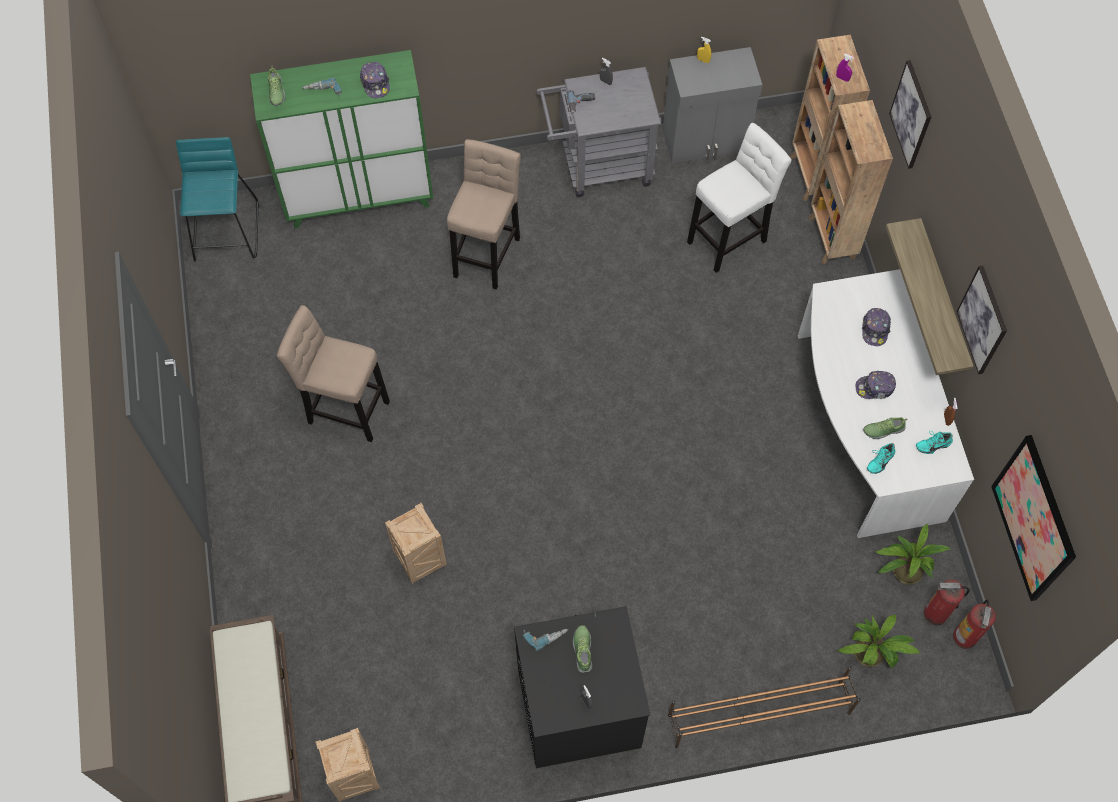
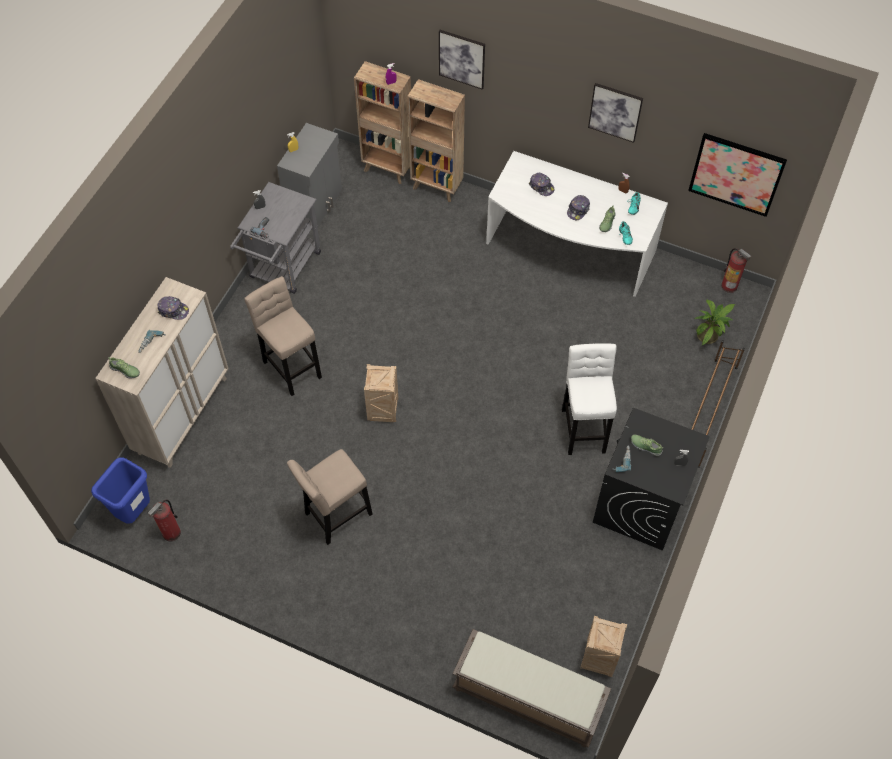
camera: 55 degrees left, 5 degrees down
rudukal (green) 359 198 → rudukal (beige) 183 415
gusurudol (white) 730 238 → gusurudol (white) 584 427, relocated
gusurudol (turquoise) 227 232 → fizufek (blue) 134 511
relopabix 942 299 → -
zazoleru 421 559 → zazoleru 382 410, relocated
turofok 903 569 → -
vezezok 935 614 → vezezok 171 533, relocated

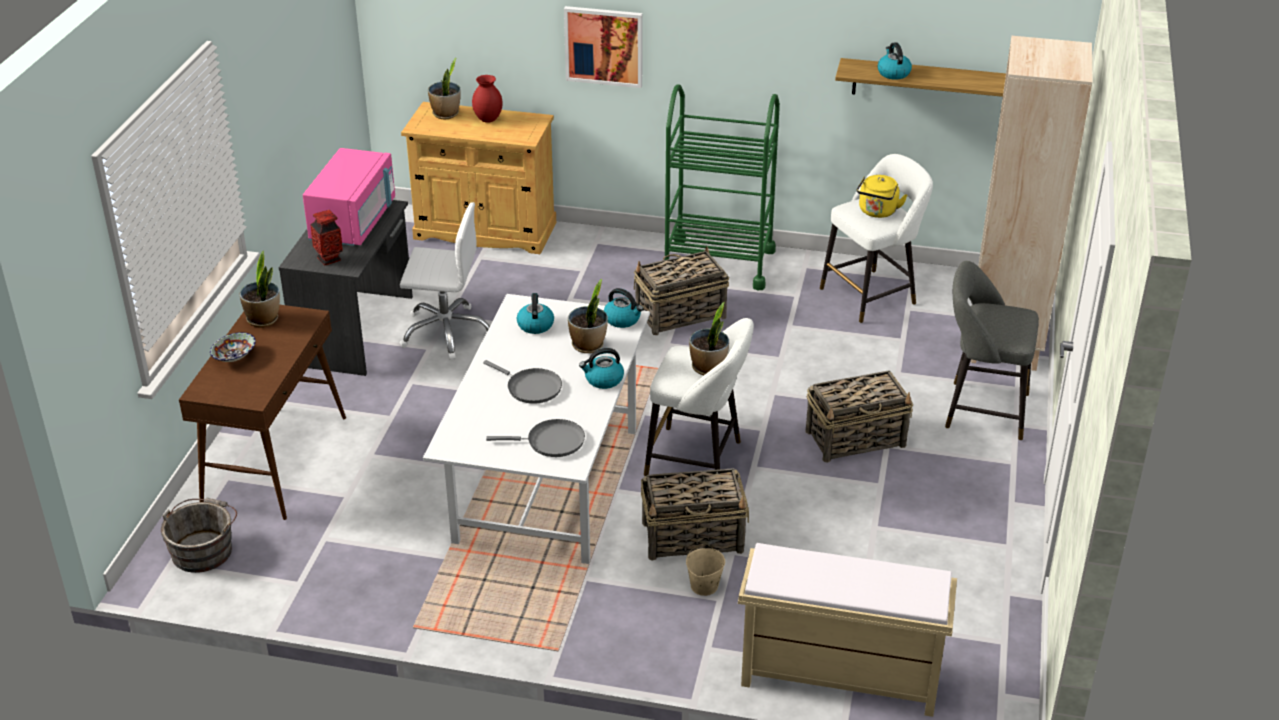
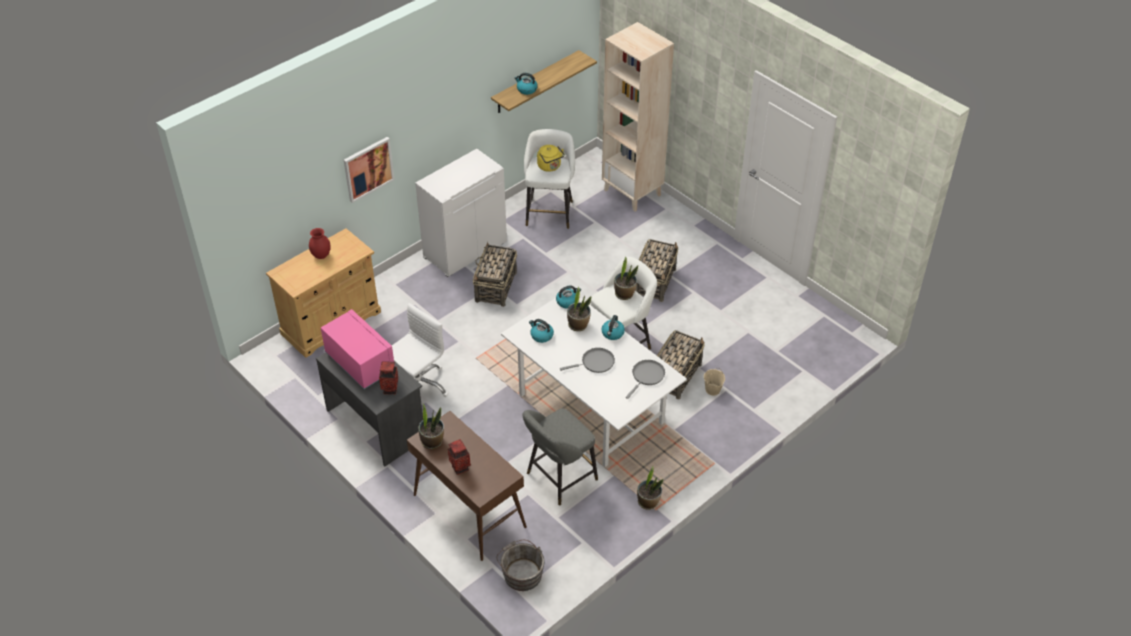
camera: 55 degrees left, 10 degrees up
turofok 446 114 → turofok 648 502, relocated
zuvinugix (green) 718 263 → rudukal (white) 465 249
gusurudol (grey) 980 410 → gusurudol (grey) 559 478, relocated
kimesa 235 357 → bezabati 460 468
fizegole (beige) 838 676 → -

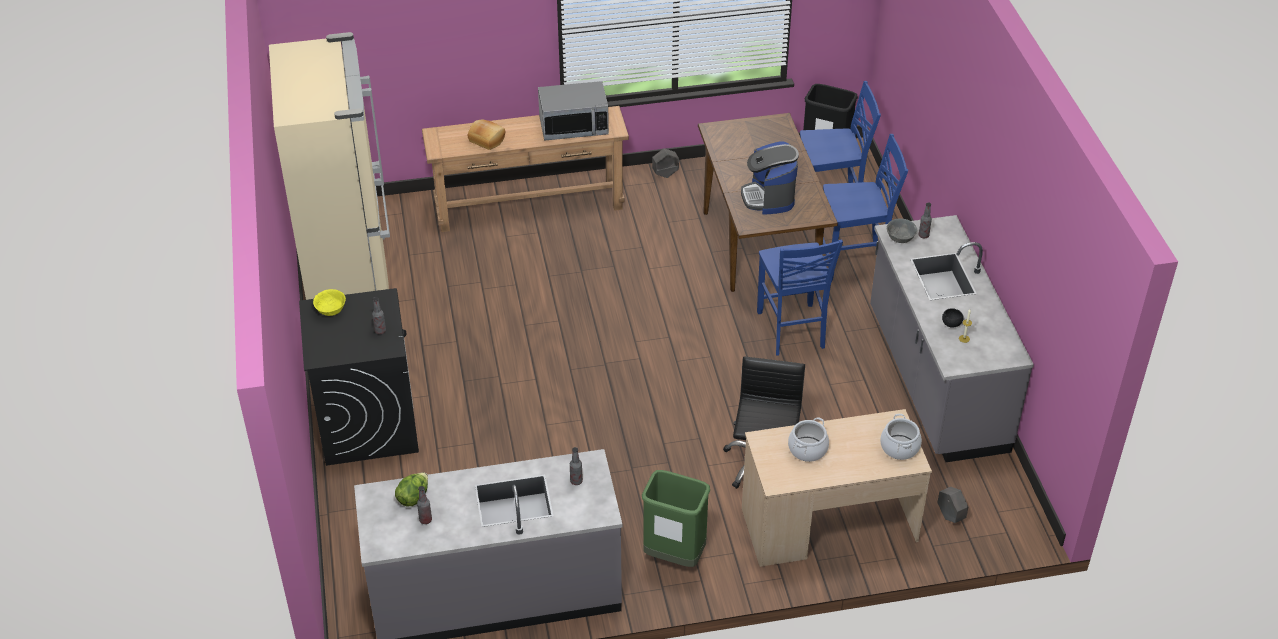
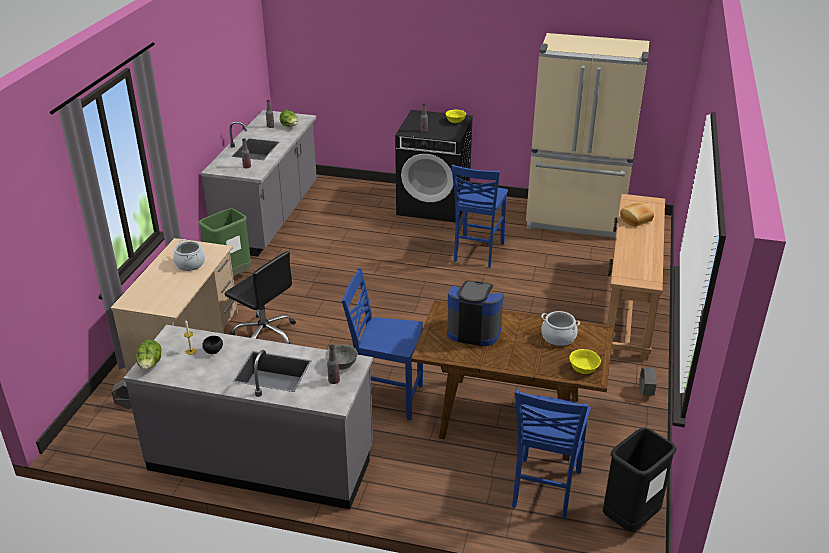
camera: 115 degrees right, 10 degrees down
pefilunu 573 126 → -
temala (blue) 854 262 → temala (blue) 477 252, relocated
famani 899 447 → famani 558 337, relocated
- → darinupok 150 365
- → kimesa (yellow) 583 369

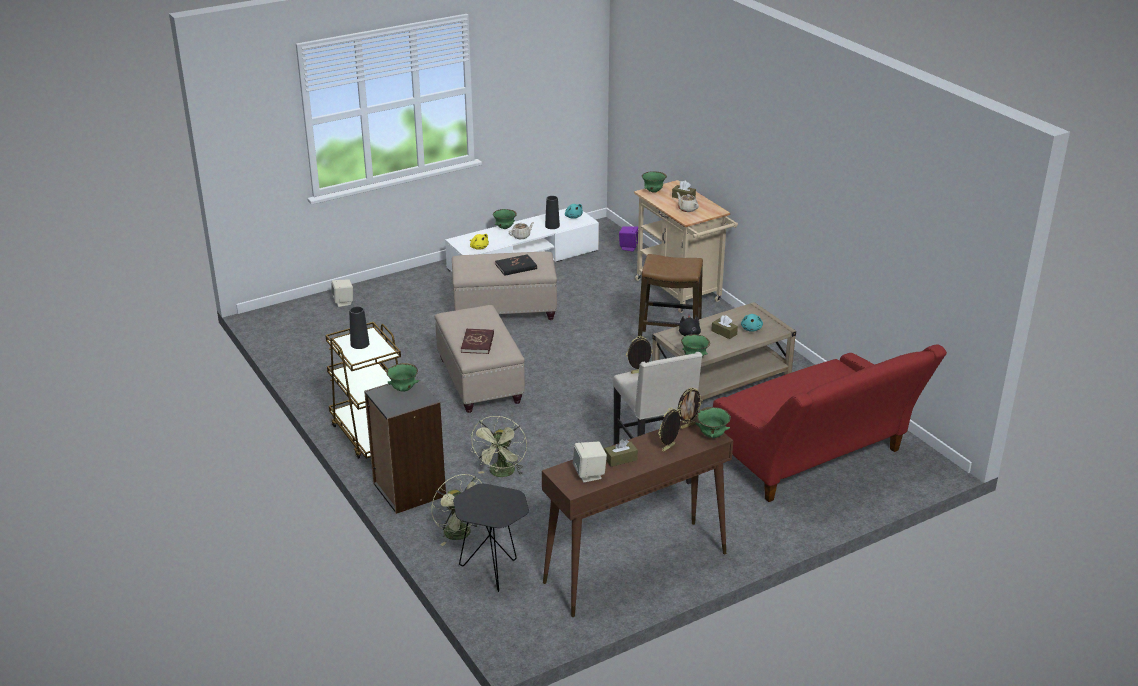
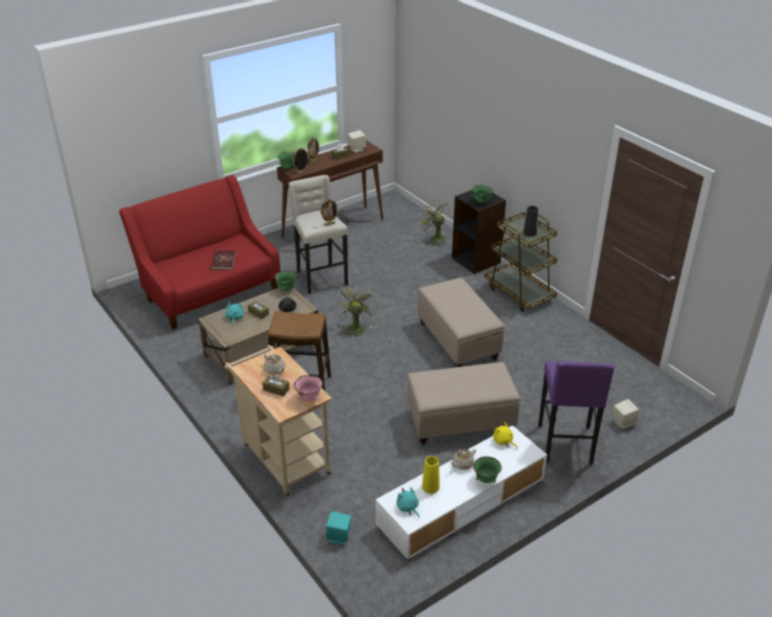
camera: 175 degrees right, 5 degrees up
kimesa (green) 653 191 → kimesa (pink) 309 398
bezabati (black) 552 226 → bezabati (yellow) 430 487
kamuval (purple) 628 247 → kamuval (turquoise) 339 536
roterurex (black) 516 267 → -
roterurex (red) 477 343 → roterurex (red) 223 261, relocated
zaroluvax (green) 501 474 → zaroluvax (green) 356 327, relocated
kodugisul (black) 493 572 → -
- → gusurudol (purple) 566 446

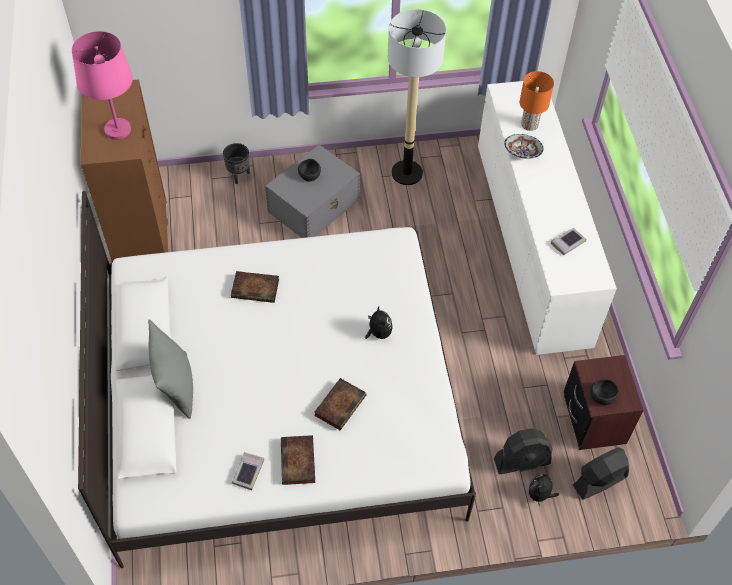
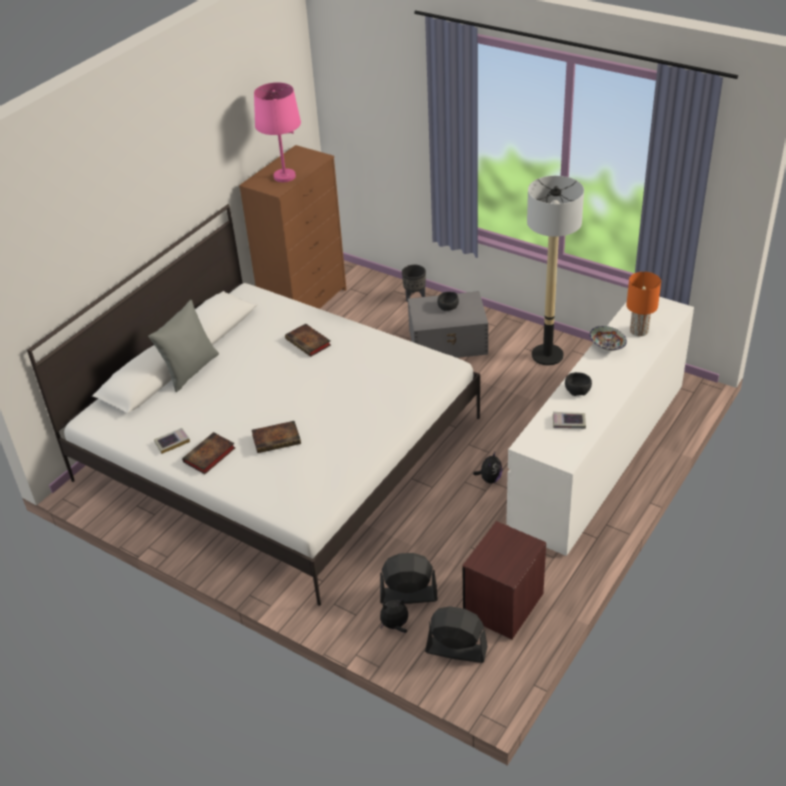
camera: 45 degrees right, 15 degrees down
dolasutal 378 333 → dolasutal 489 479, relocated
kimesa (black) 601 396 → kimesa (black) 577 390, relocated
zaroluvax (black) 522 461 → zaroluvax (black) 408 595, 150 degrees clockwise

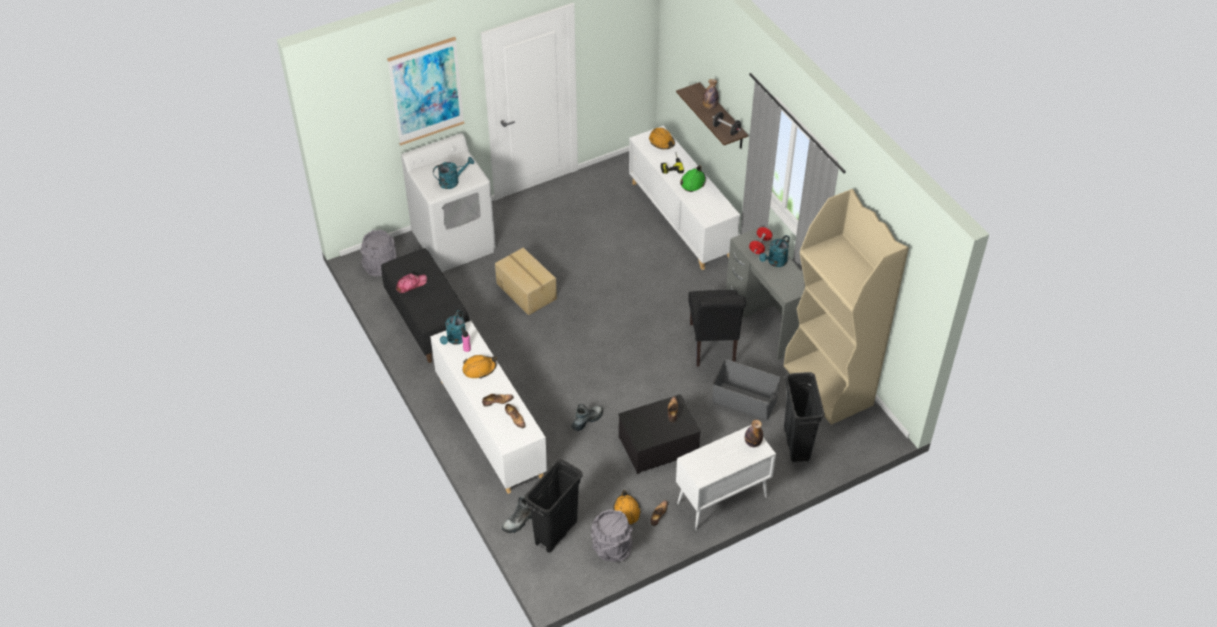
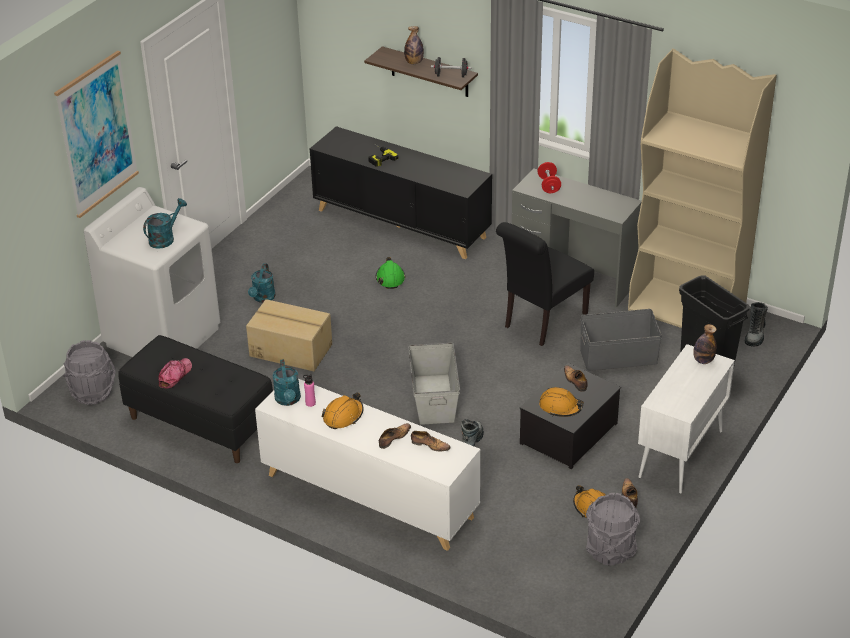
camera: 30 degrees left, 10 degrees down
rudukal (white) 681 220 → rudukal (black) 402 224
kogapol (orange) 662 142 → kogapol (orange) 560 407, relocated
kogapol (green) 693 182 → kogapol (green) 390 278, relocated
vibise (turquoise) 775 262 → vibise (turquoise) 263 298, relocated
temala (black) 713 347 → temala (black) 541 322, 75 degrees clockwise
fizufek (black) 556 533 → -
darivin 520 521 → darivin 755 334, relocated
- → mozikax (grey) 433 399

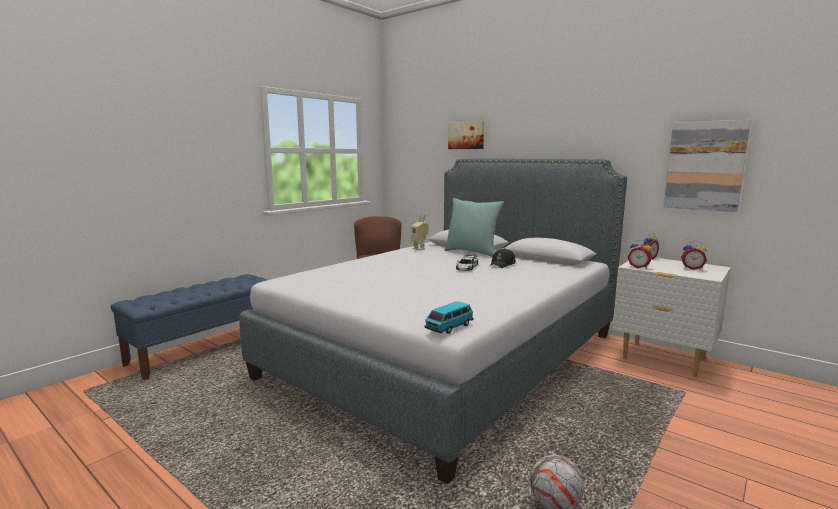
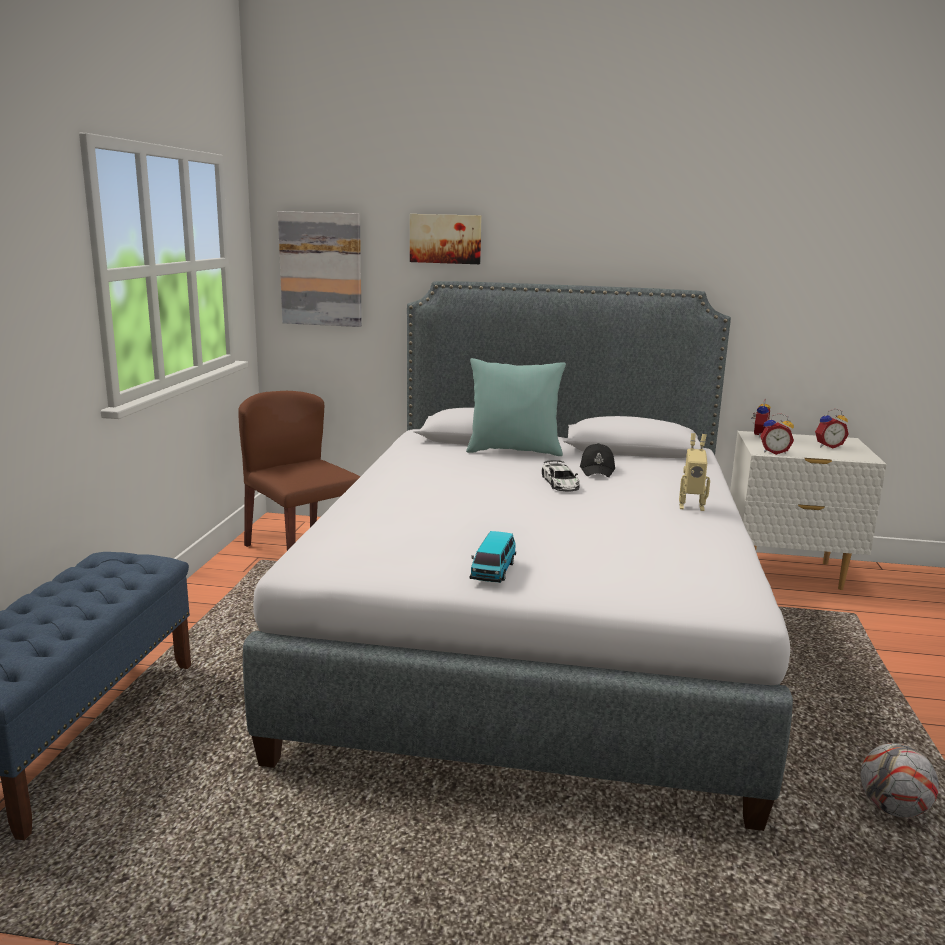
camera: 30 degrees left, 5 degrees up
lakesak 705 166 → lakesak 321 269, relocated
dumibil 420 248 → dumibil 691 506, relocated
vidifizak 449 327 → vidifizak 493 571, relocated

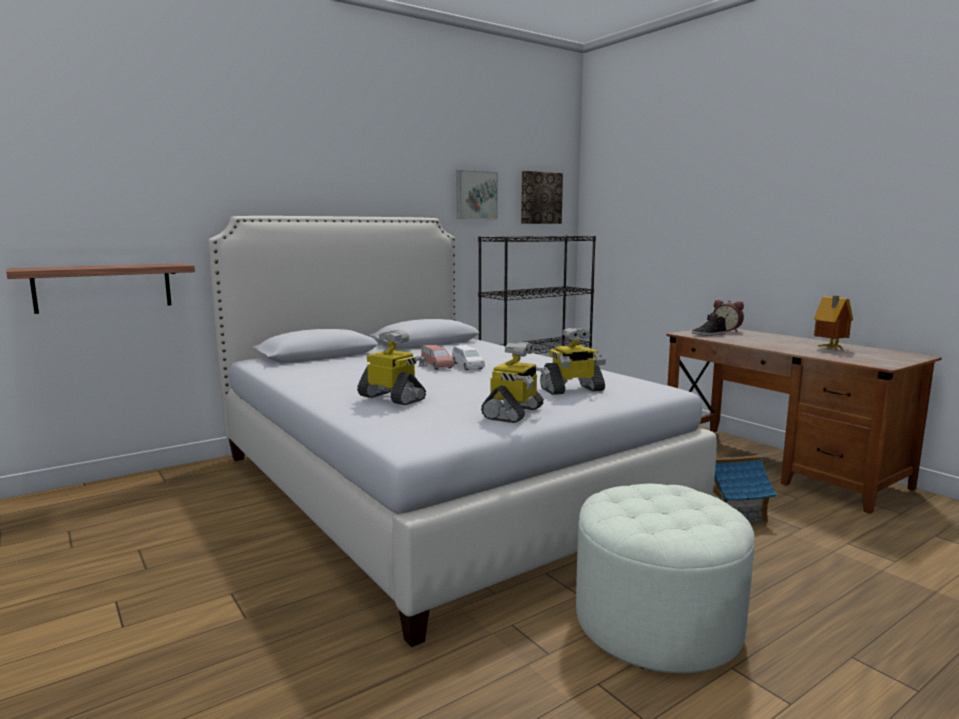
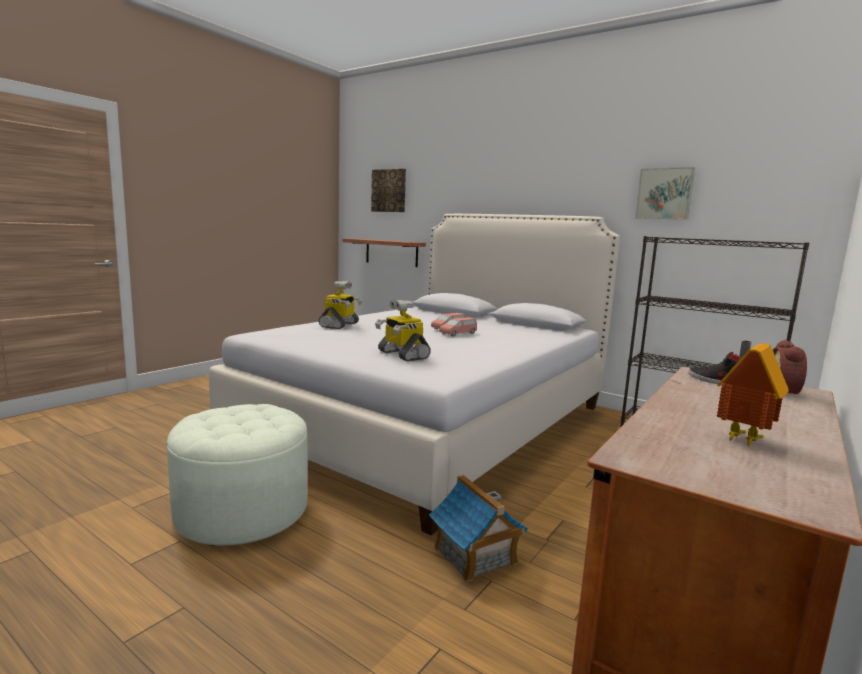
camera: 70 degrees right, 0 degrees up
lakesak 540 198 → lakesak 389 190, relocated
dumibil 514 413 → -
vidifizak (white) 467 366 → vidifizak (pink) 458 334

